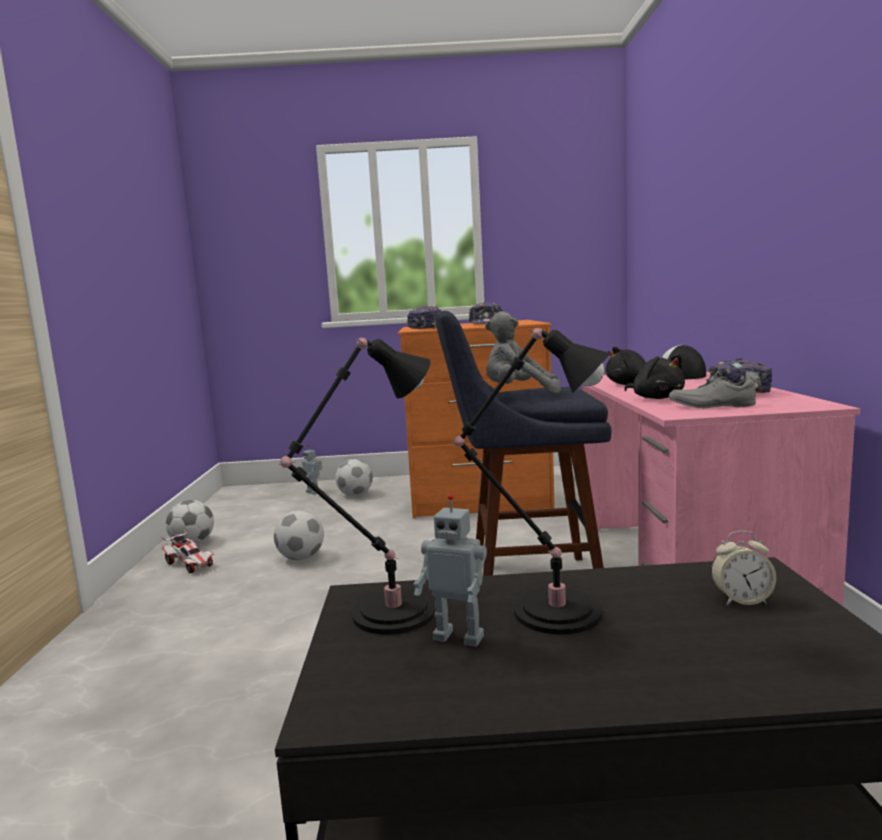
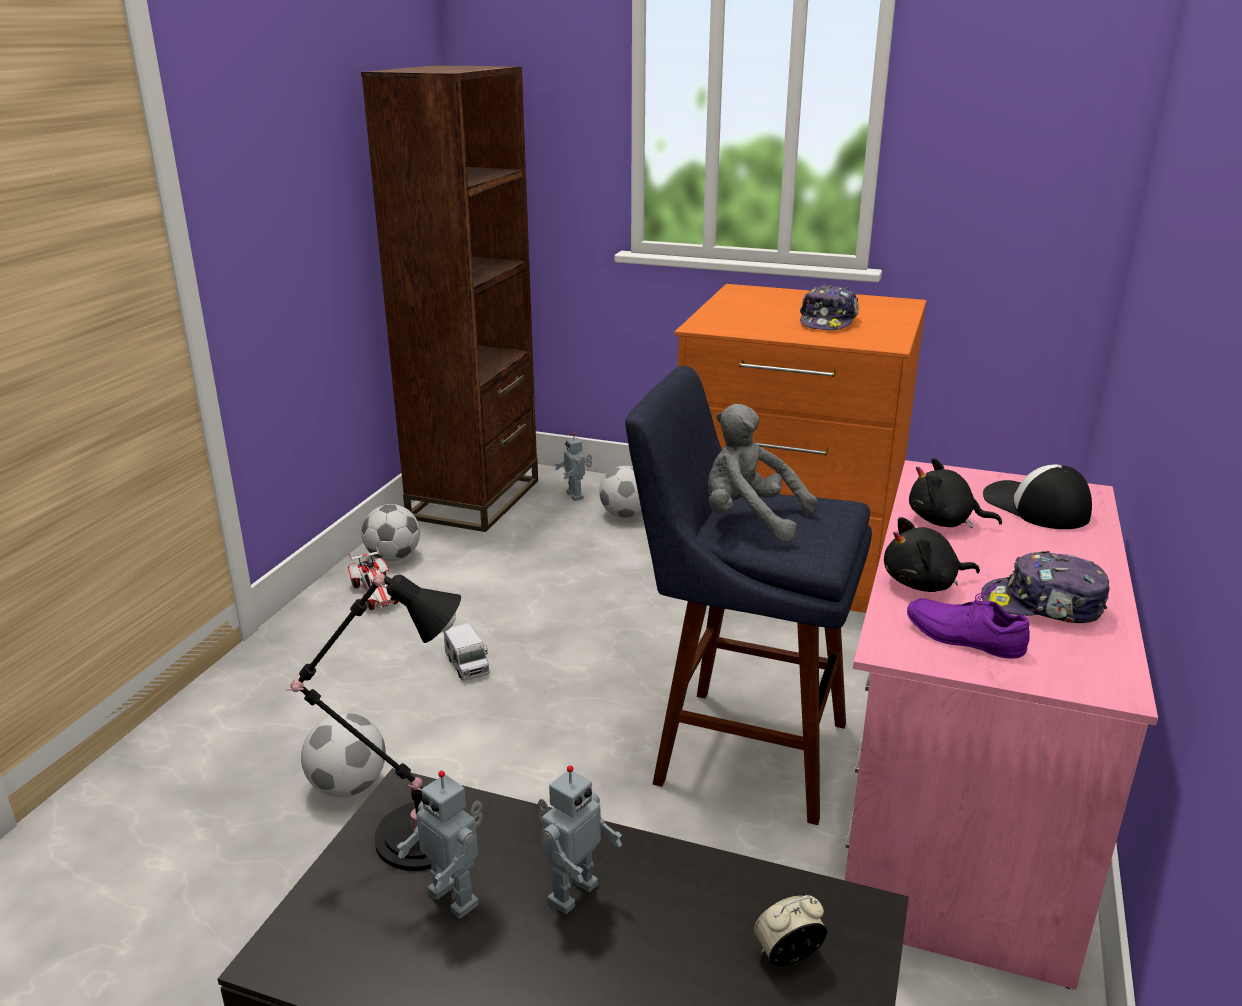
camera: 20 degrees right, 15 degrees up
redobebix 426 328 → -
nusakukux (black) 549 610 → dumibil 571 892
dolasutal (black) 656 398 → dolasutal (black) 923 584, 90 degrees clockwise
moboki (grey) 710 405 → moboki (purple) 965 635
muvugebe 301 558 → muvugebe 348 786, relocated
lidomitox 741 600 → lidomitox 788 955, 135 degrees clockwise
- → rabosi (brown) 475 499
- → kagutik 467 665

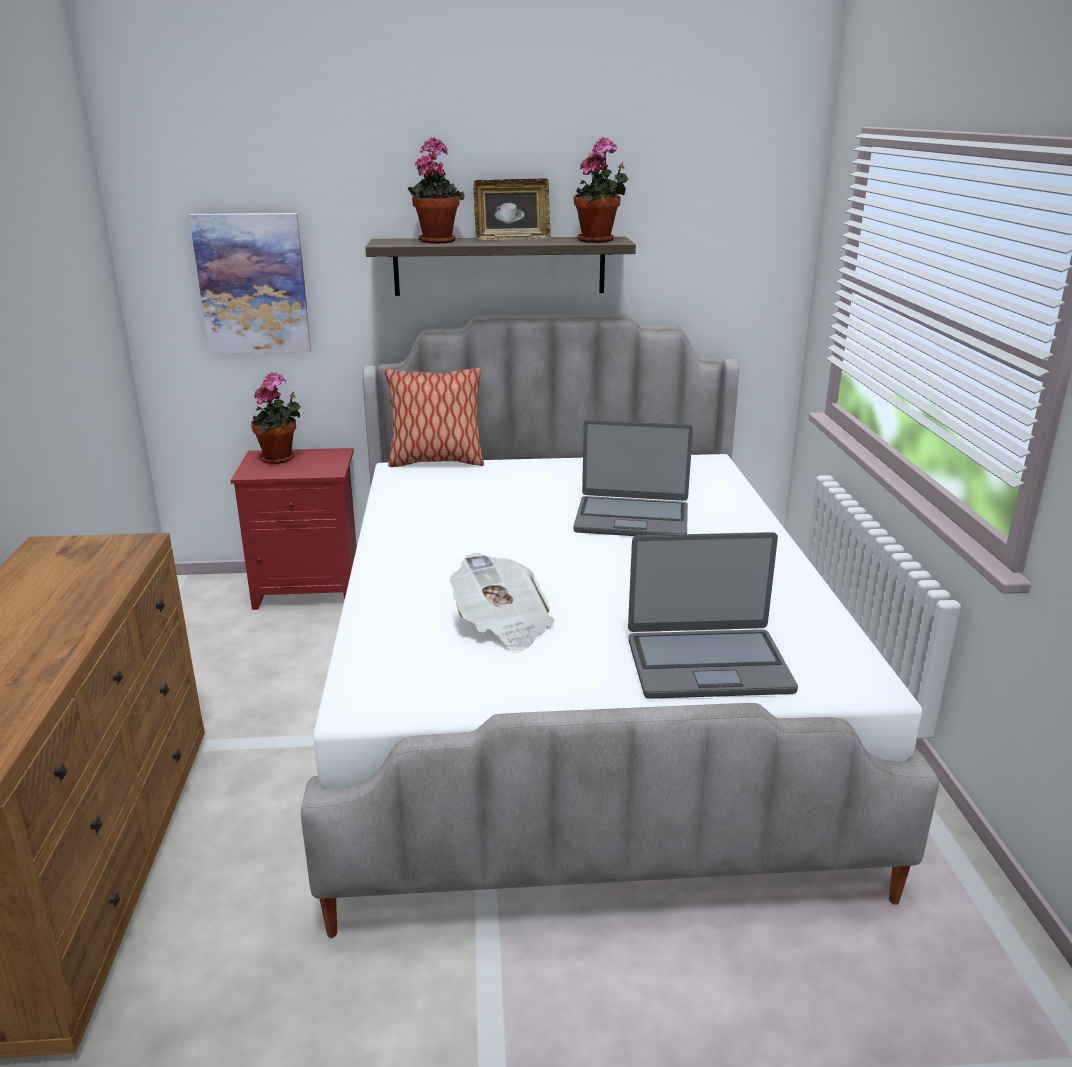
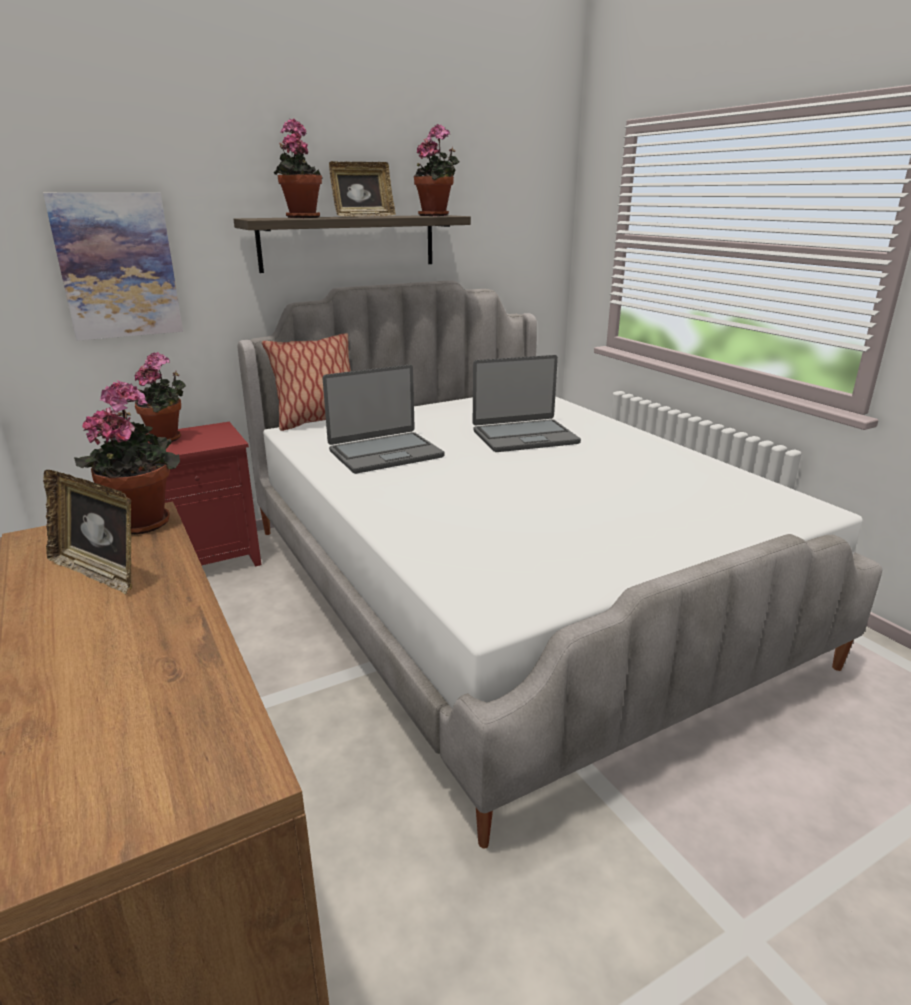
camera: 25 degrees left, 0 degrees up
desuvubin 707 664 → desuvubin 385 453, relocated
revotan 502 625 → -
- → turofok 144 521
- → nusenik 99 572

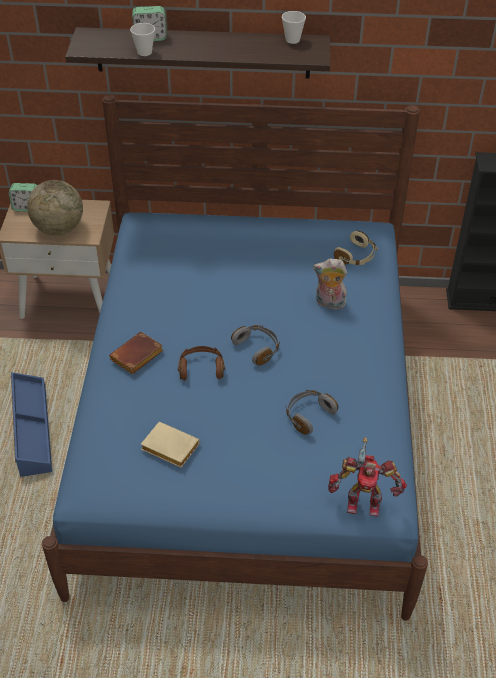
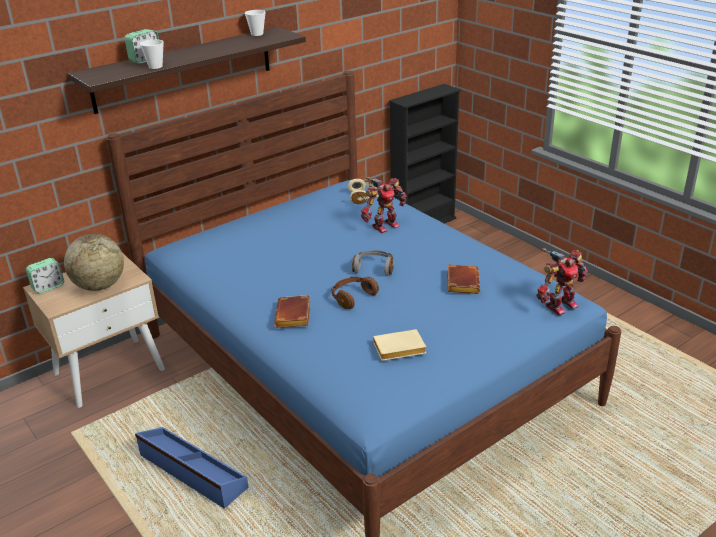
camera: 40 degrees left, 15 degrees down
dolasutal 329 303 → dumibil 384 225
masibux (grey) 308 415 → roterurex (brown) 461 282

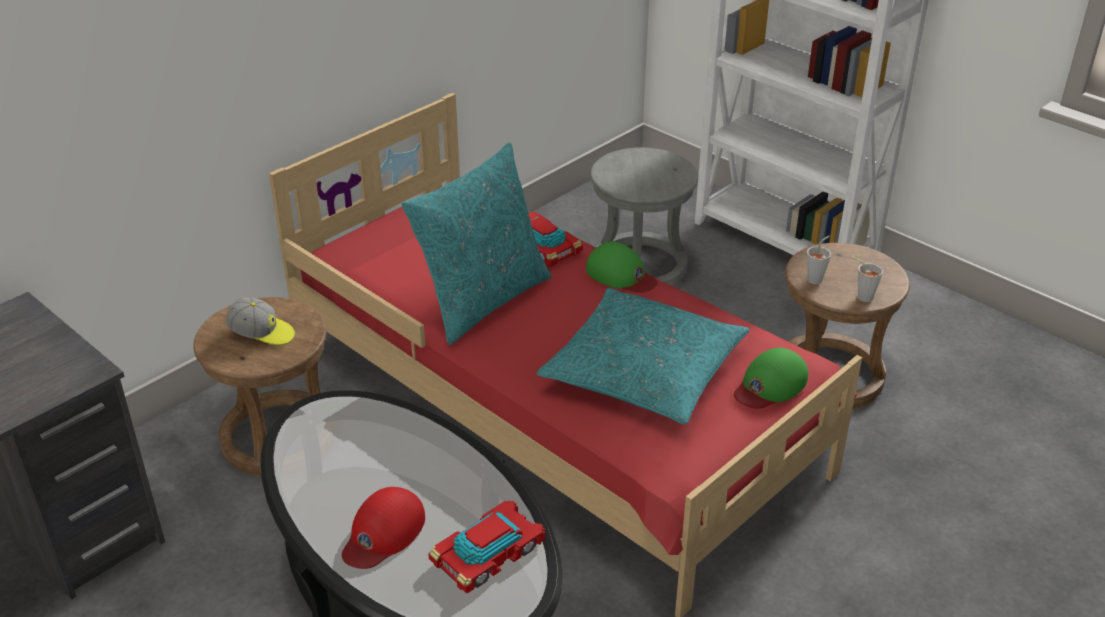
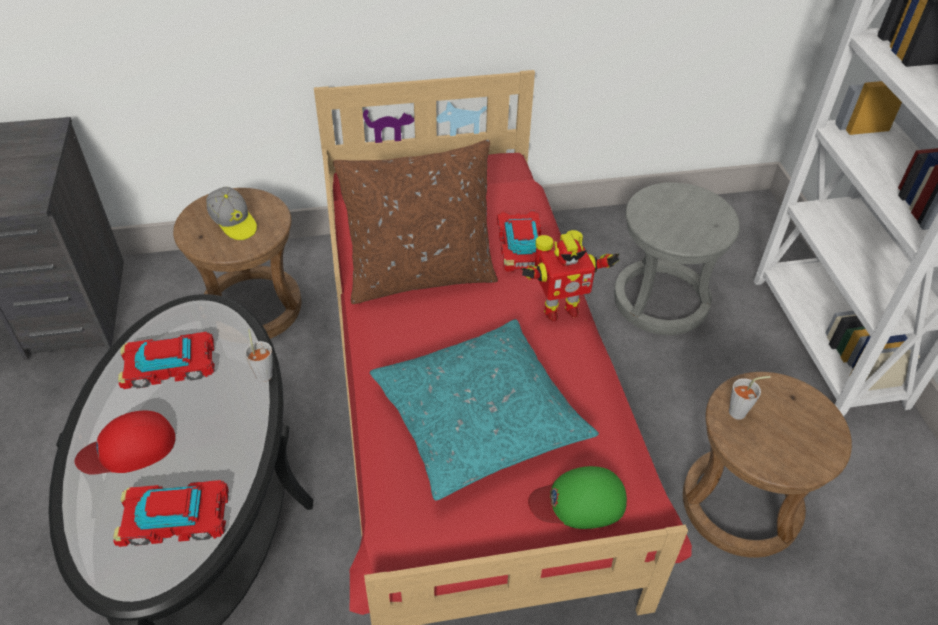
camera: 35 degrees right, 10 degrees up
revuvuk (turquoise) 482 300 → revuvuk (brown) 420 275
redobebix (green) 620 275 → dumibil 559 309
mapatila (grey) 861 296 → mapatila (grey) 263 372, relocated
- → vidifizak 169 367

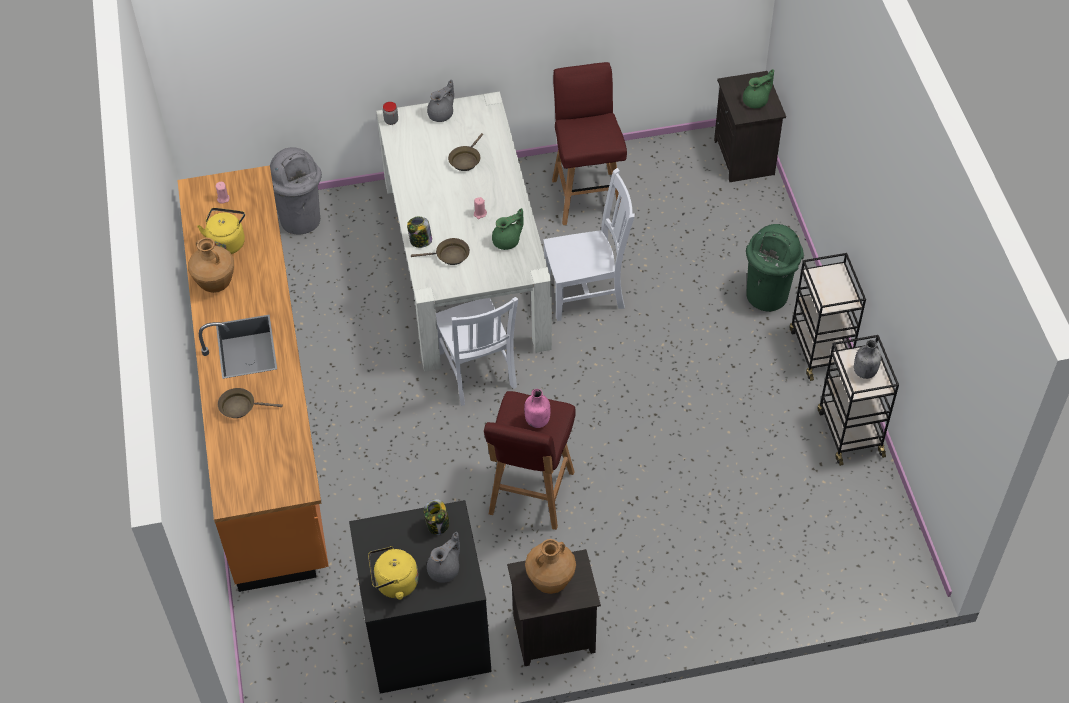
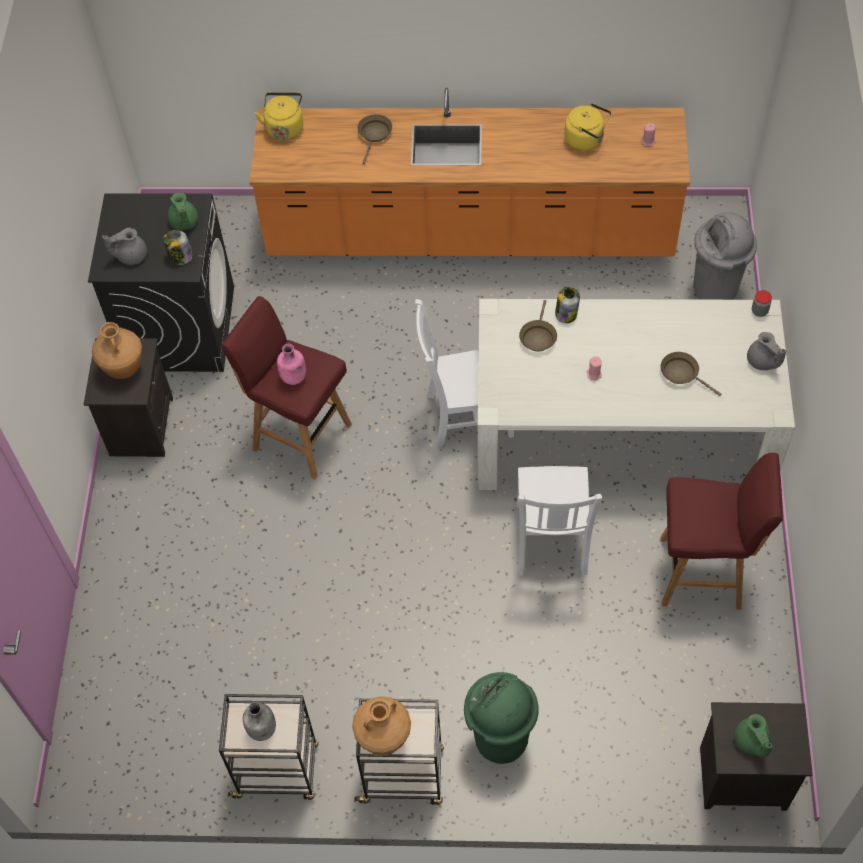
camera: 105 degrees right, 5 degrees up
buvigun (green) 507 241 → buvigun (green) 184 223, relocated
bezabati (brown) 215 284 → bezabati (brown) 384 738, relocated
buvigun (grey) 445 569 → buvigun (grey) 131 255, 105 degrees clockwise
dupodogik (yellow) 394 584 → dupodogik (yellow) 284 127, relocated

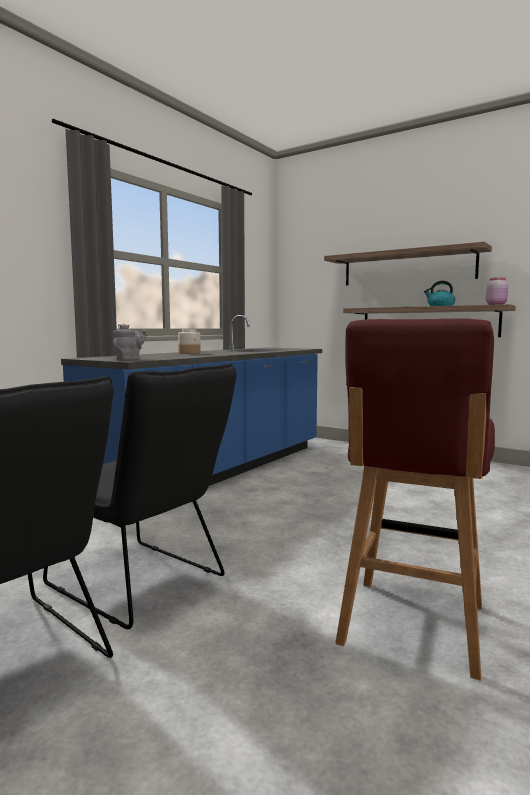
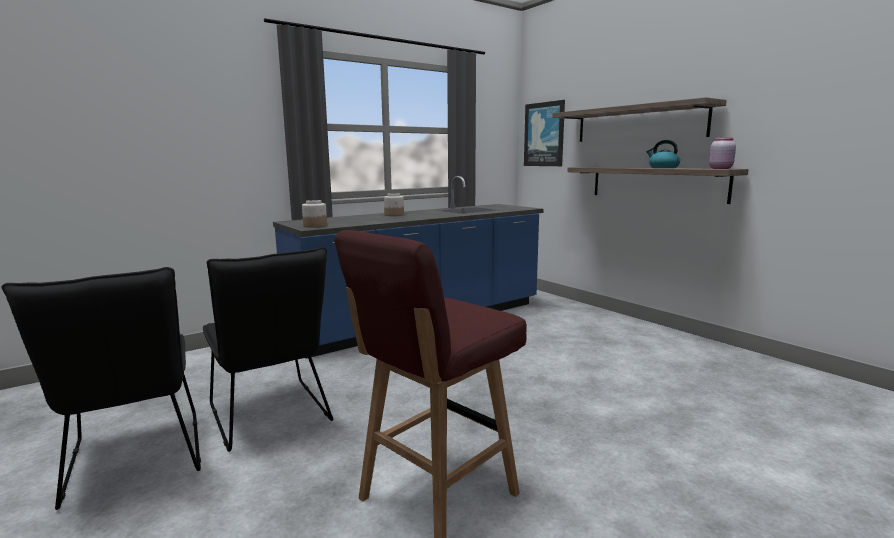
camera: 20 degrees right, 5 degrees up
buvigun (grey) 130 359 → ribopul 315 226
- → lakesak 544 134

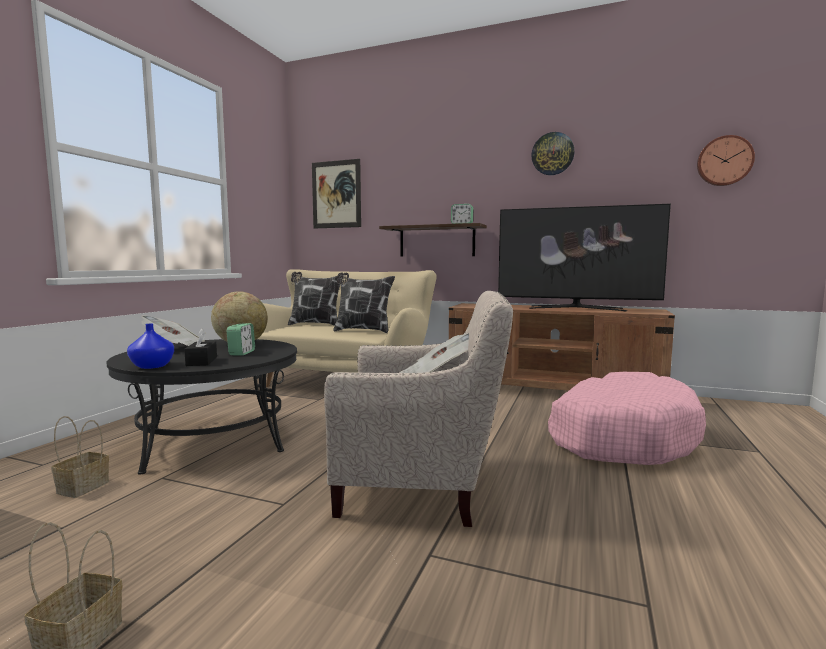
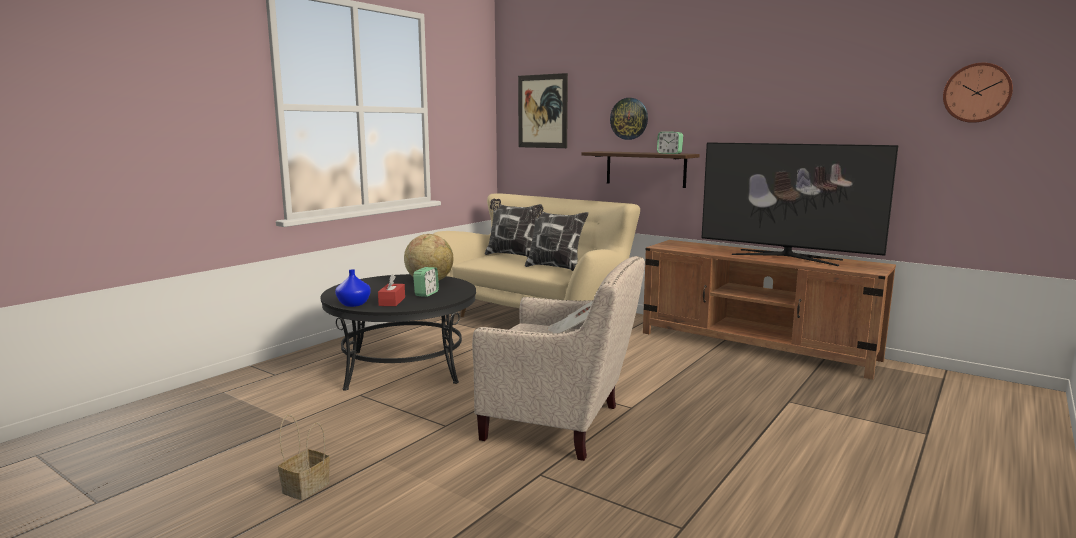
camera: 15 degrees right, 5 degrees up
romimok 552 154 → romimok 629 118, relocated
revotan 176 348 → -
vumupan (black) 202 361 → vumupan (red) 392 301
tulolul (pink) 619 436 → -
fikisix 84 486 → -

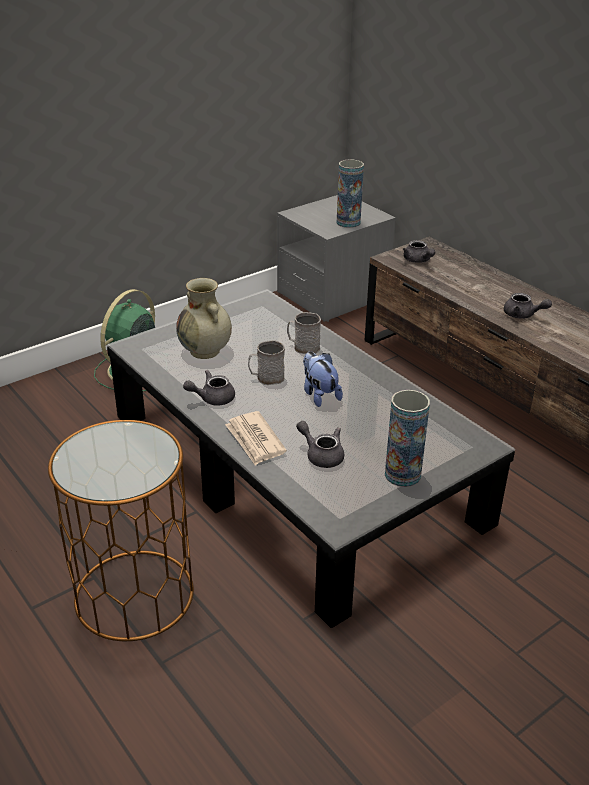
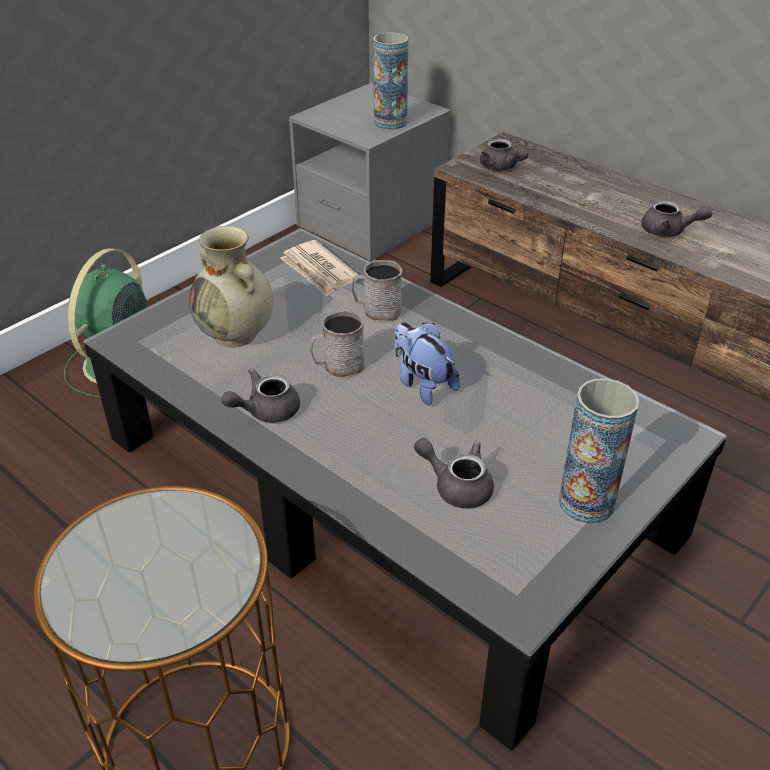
camera: 10 degrees left, 5 degrees up
revotan 255 440 → revotan 319 271, relocated

